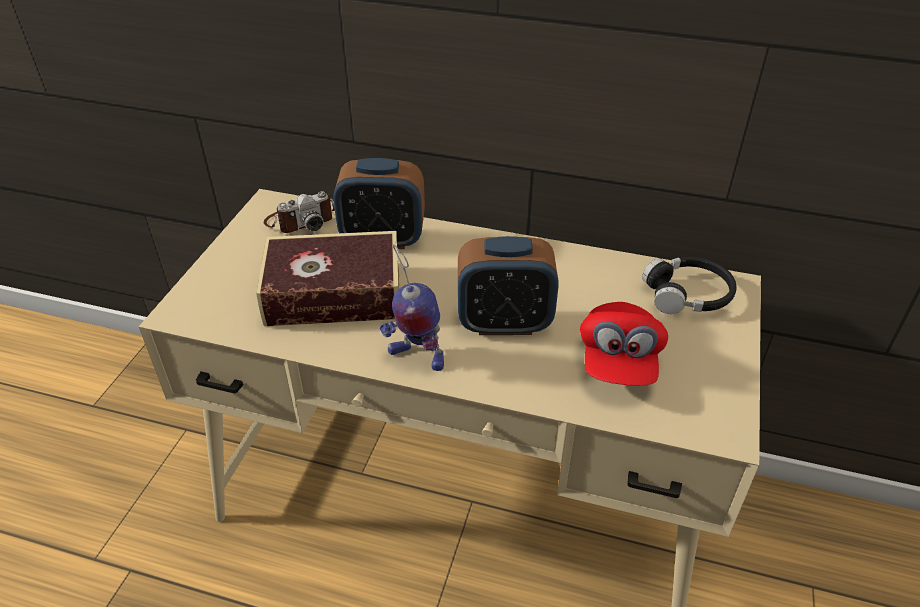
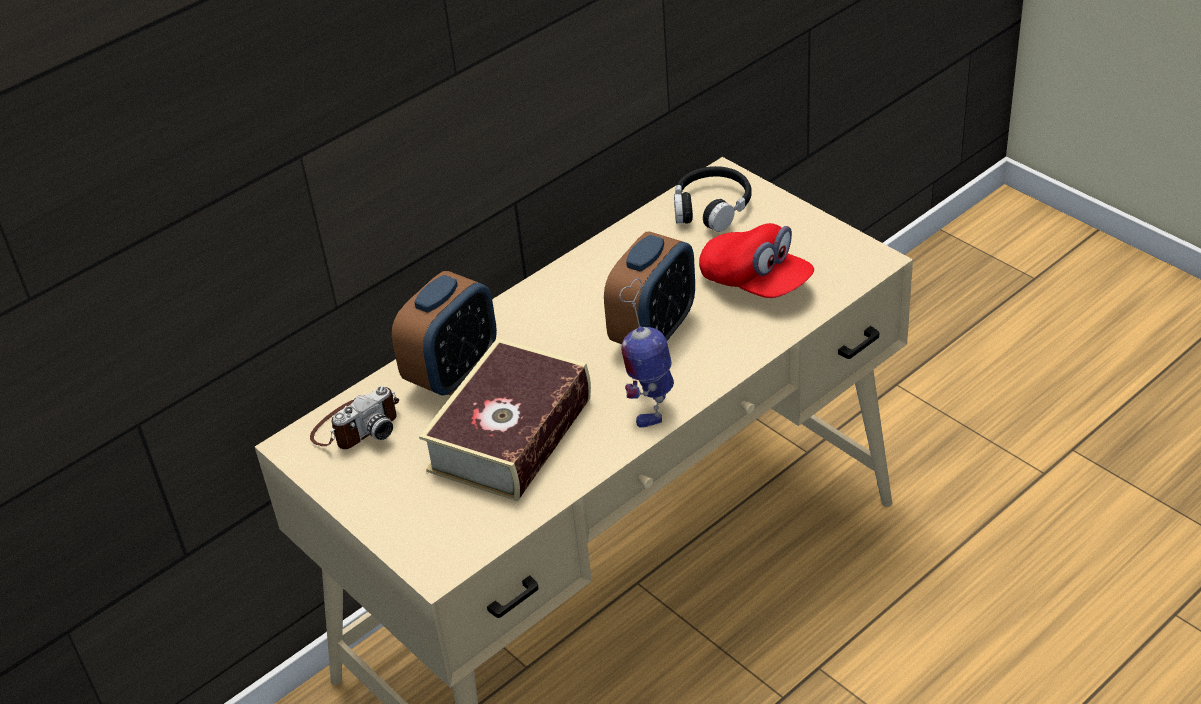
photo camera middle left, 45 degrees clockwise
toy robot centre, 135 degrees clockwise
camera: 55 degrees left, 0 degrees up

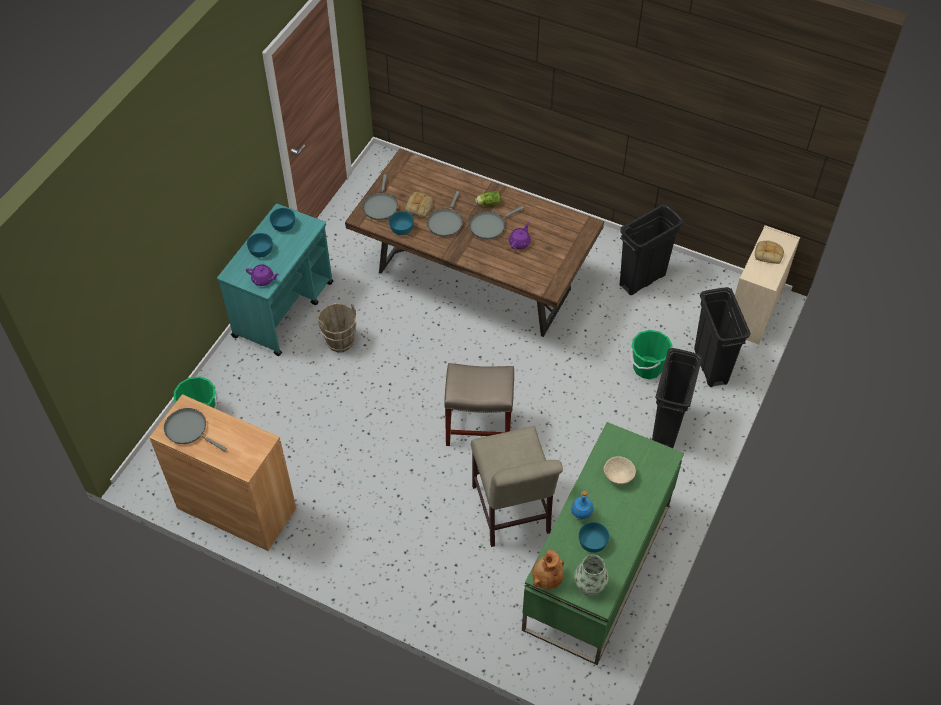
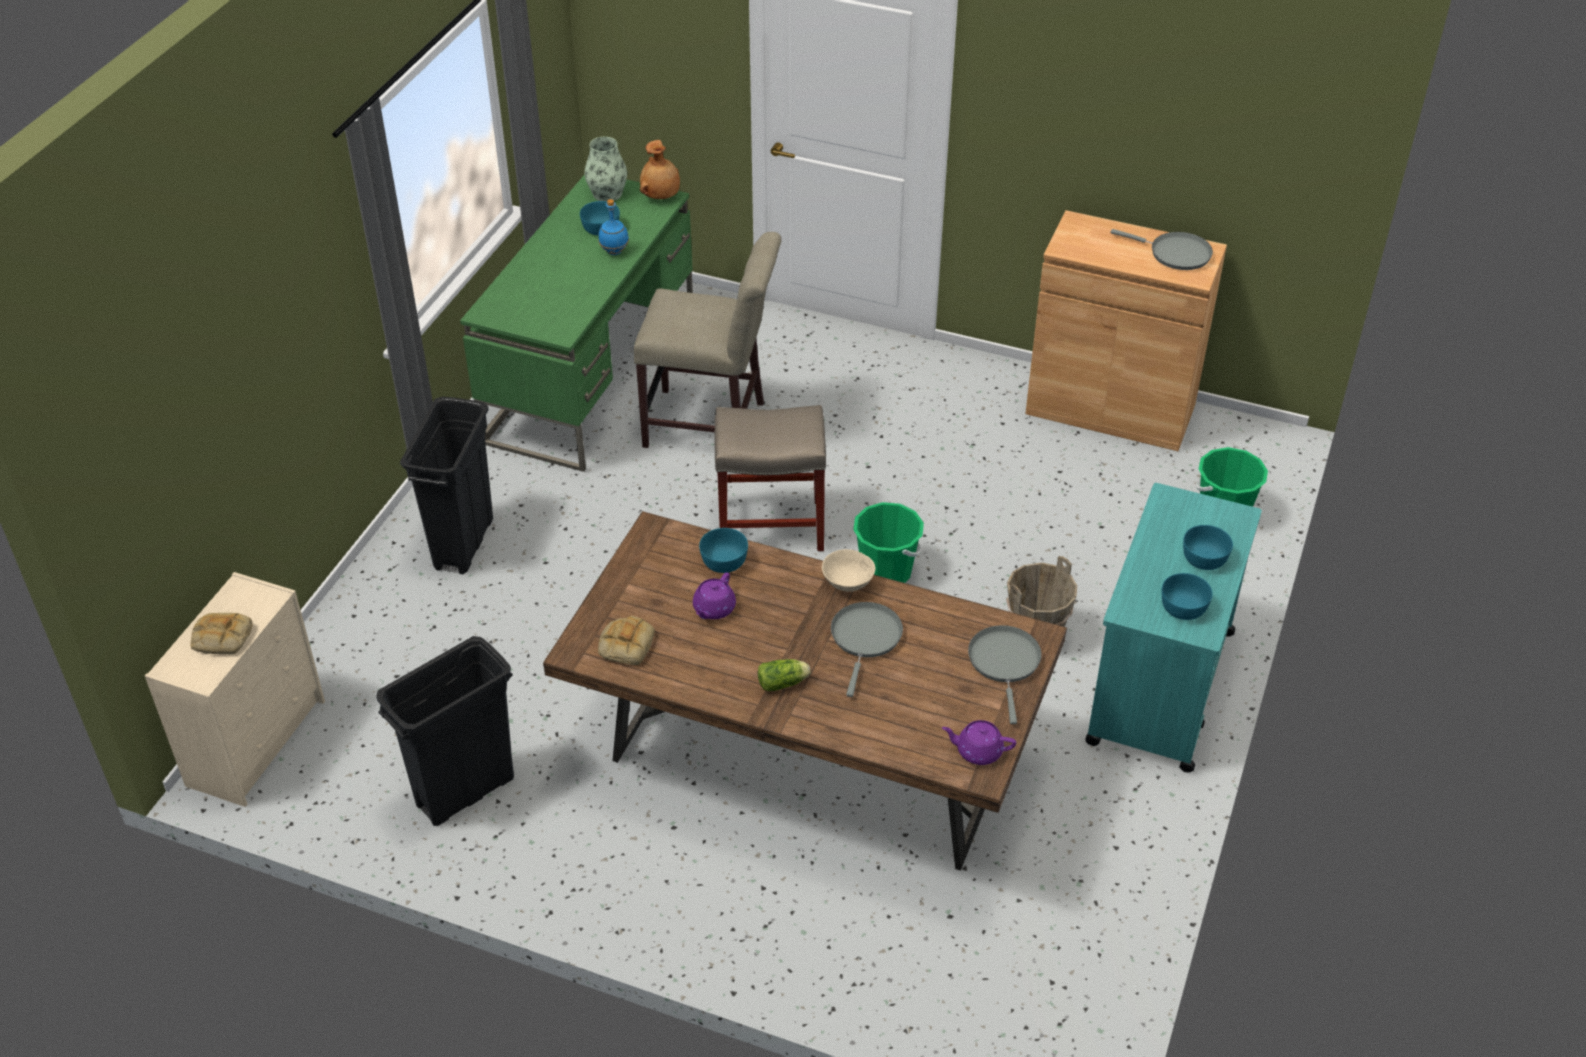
skillet/greyish (no. 4 from left) top centre => nothing
rubbish bin/black (no. 3 from left) middle right => nothing
tea pot/purple (no. 1 from left in the first image) middle left => tea pot/purple (no. 2 from left) bottom centre, relocated
deep dish/turquoise (no. 3 from left in the first image) top centre => deep dish/turquoise (no. 2 from left) centre, relocated
bakery bread (no. 1 from left in the first image) top centre => bakery bread (no. 2 from left) centre, relocated
deep dish/sand-coloured bottom centre => deep dish/sand-coloured centre, relocated
water bucket/green (no. 2 from left in the first image) middle right => water bucket/green (no. 1 from left) centre, relocated
upright chair/sand-coloured bottom centre => upright chair/sand-coloured top centre, 120 degrees clockwise
camera: 175 degrees right, 10 degrees down

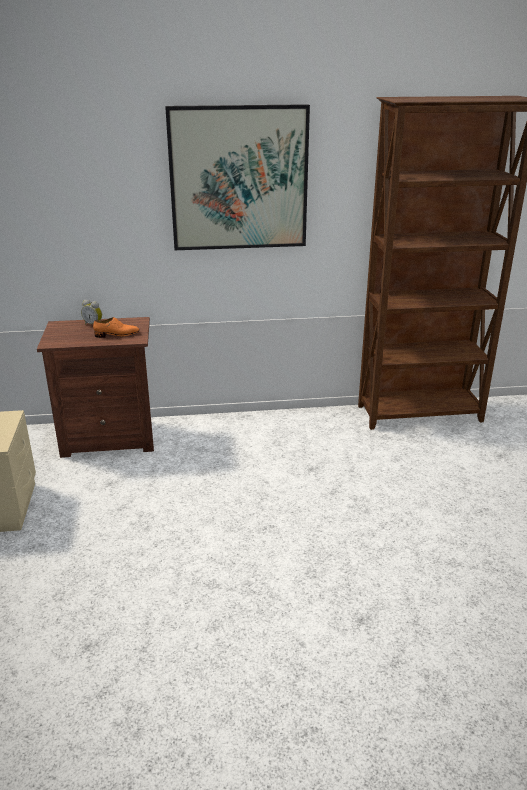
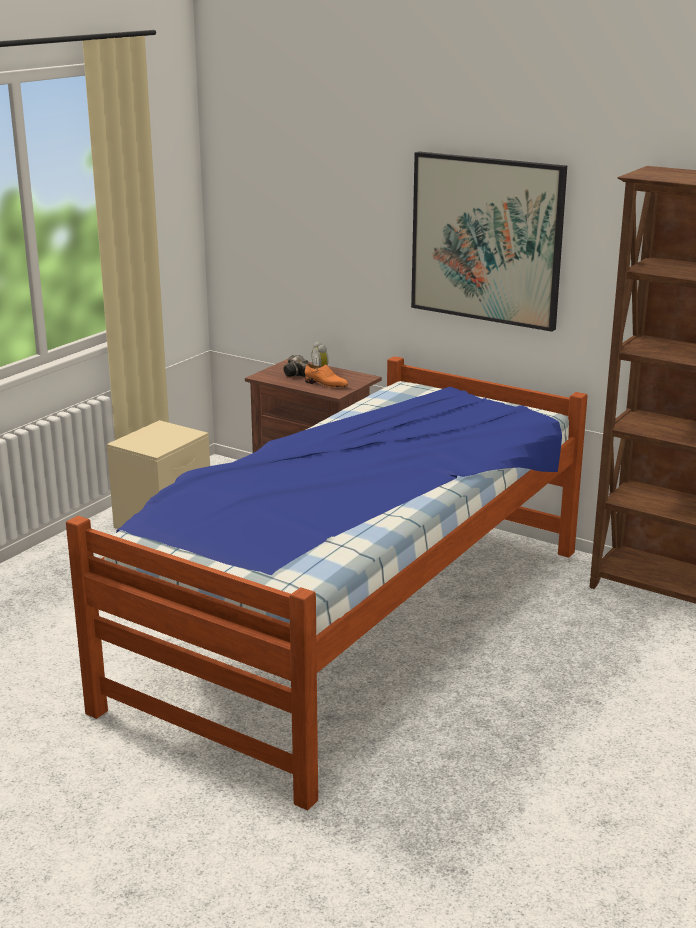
nothing => bed centre
nothing => photo camera centre
camera: 40 degrees right, 5 degrees down

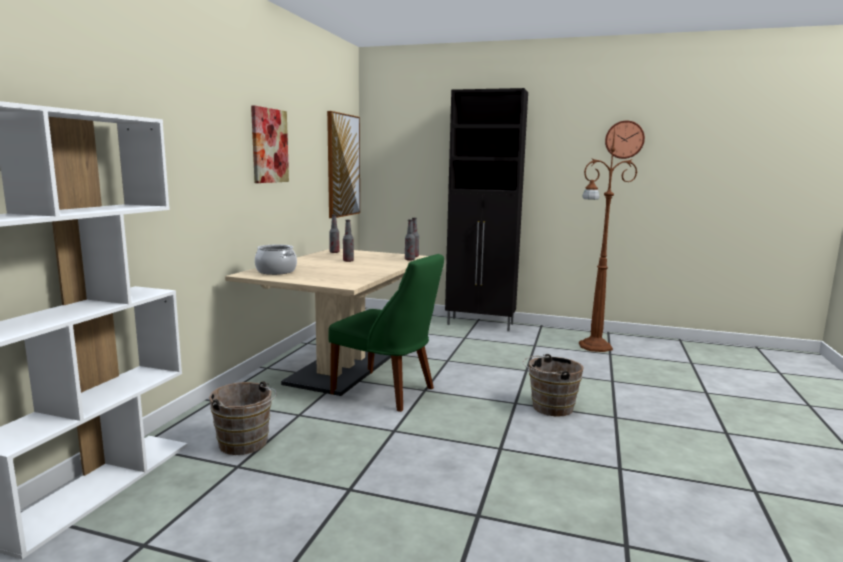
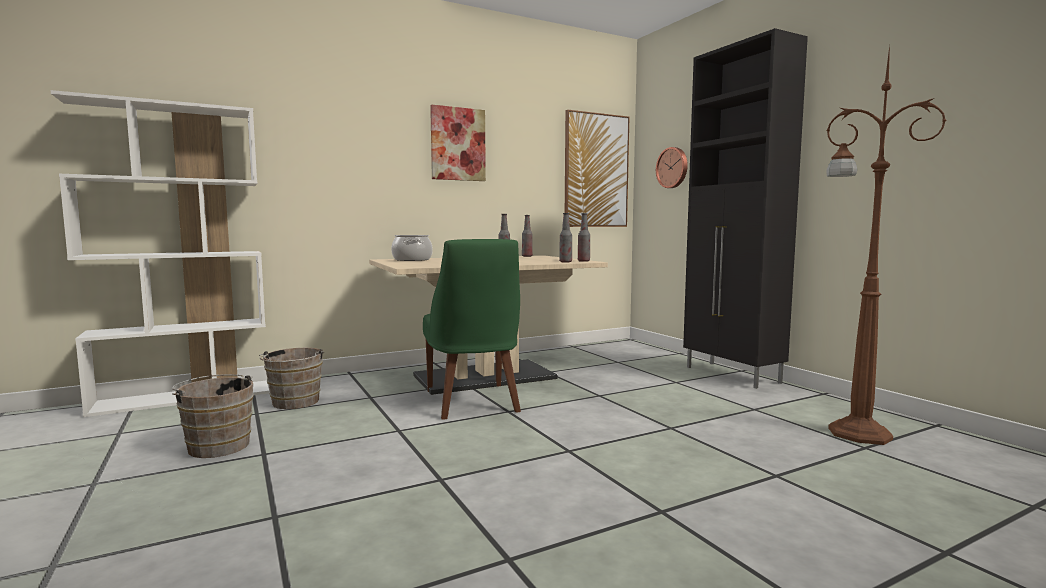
water bucket/brown (no. 2 from left in the first image) bottom centre => water bucket/brown (no. 1 from left) bottom left, relocated
wall clock top right => wall clock top centre, relocated
camera: 45 degrees right, 5 degrees down

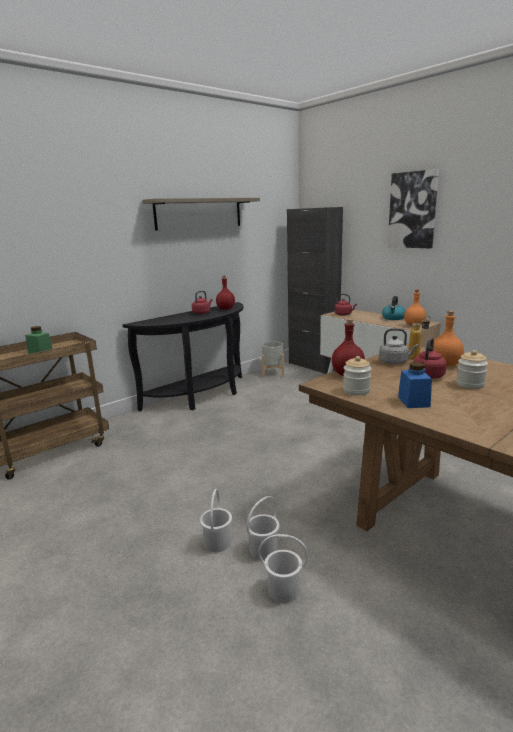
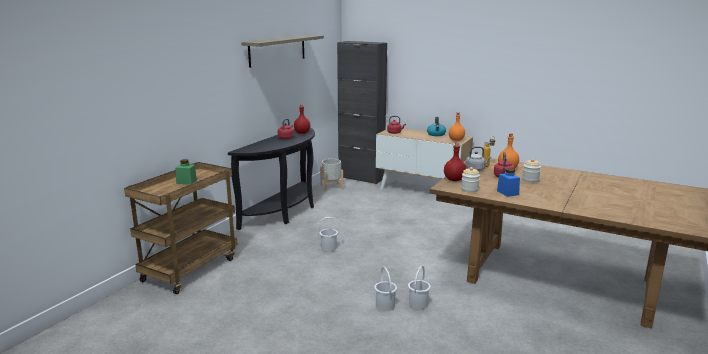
picture top right => nothing
water bucket/white (no. 3 from left in the first image) bottom centre => water bucket/white (no. 1 from left) centre, relocated
camera: 20 degrees left, 0 degrees up

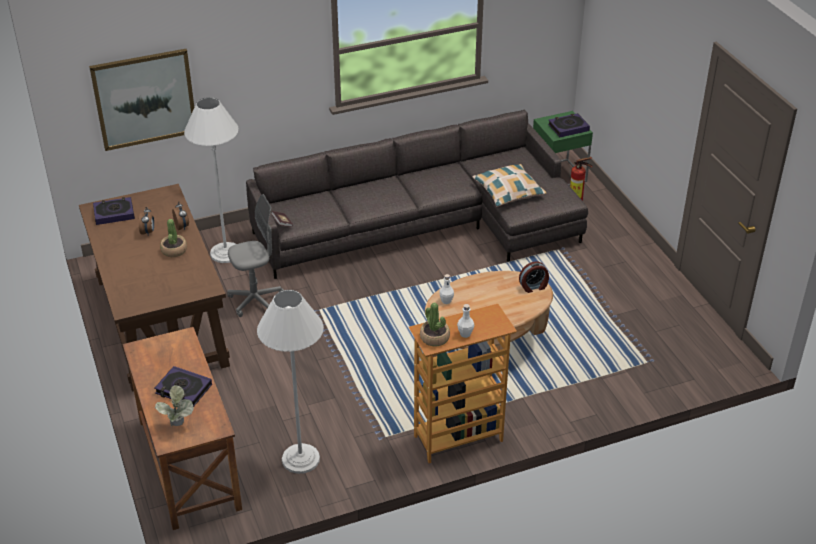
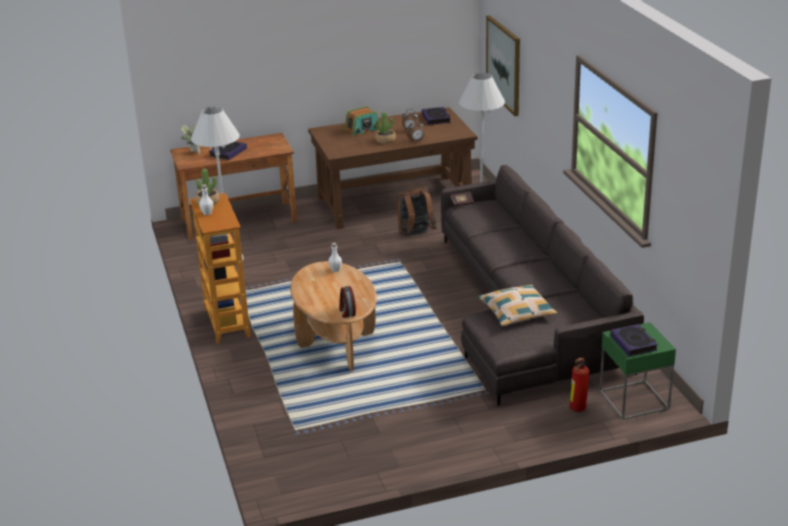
nothing => radio top centre
computer chair/greyish middle left => backpack/brown centre
camera: 95 degrees right, 10 degrees down

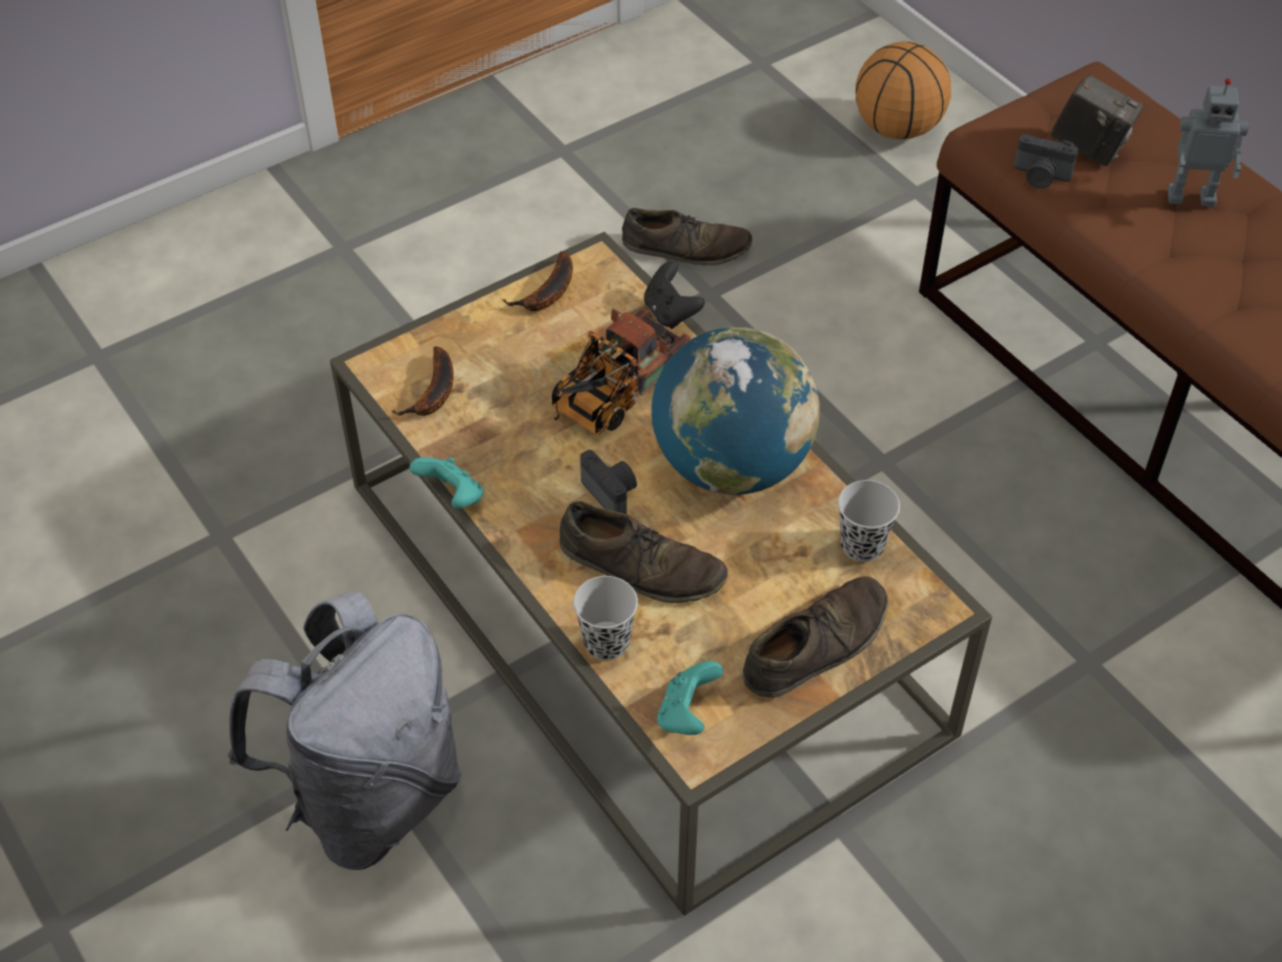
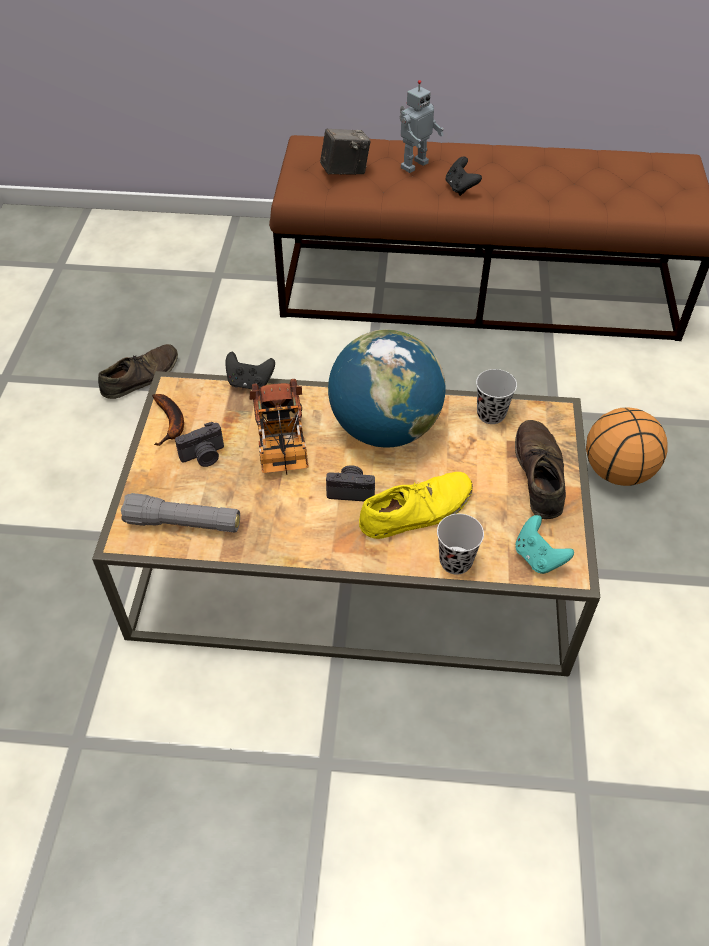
backpack/greyish bottom left => nothing
gamepad/turquoise (no. 1 from left) centre => nothing
nothing => gamepad/black (no. 2 from left) top centre
ball for basketball top right => ball for basketball middle right, relocated
photo camera (no. 2 from left in the first image) top right => photo camera (no. 1 from left) middle left, relocated
banana (no. 1 from left) middle left => flashlight/greyish middle left
item of footwear/brown (no. 1 from left) centre => item of footwear/yellow centre
camera: 50 degrees left, 0 degrees up

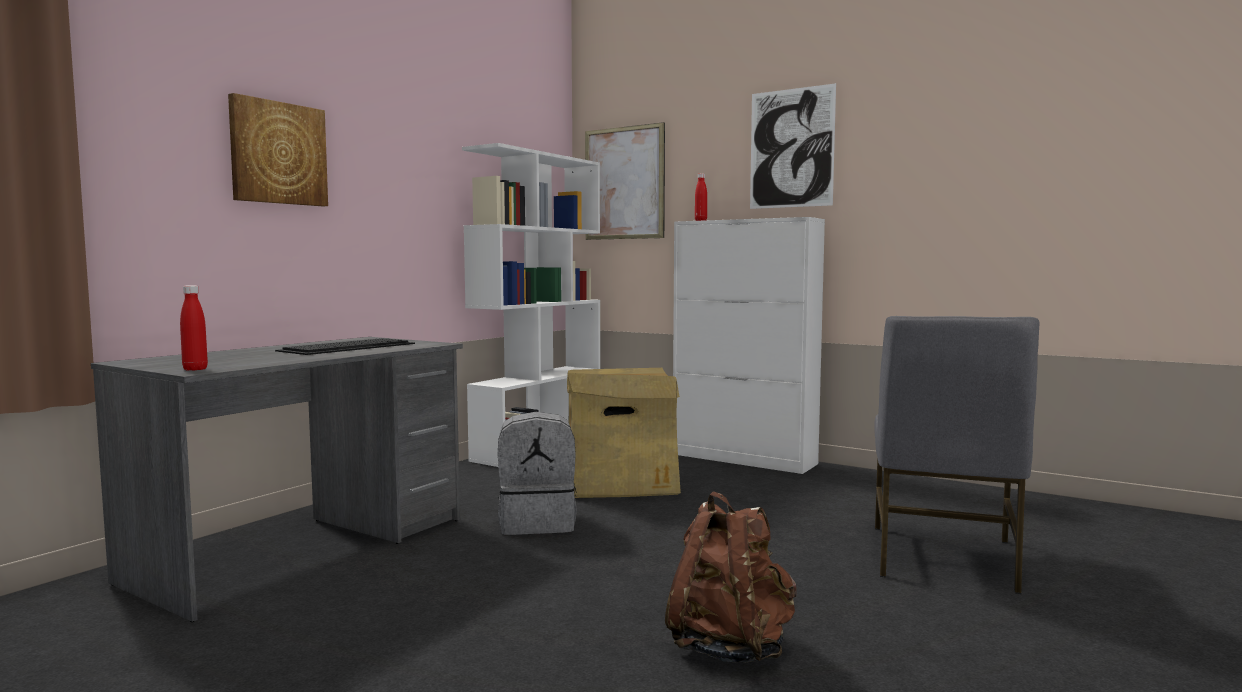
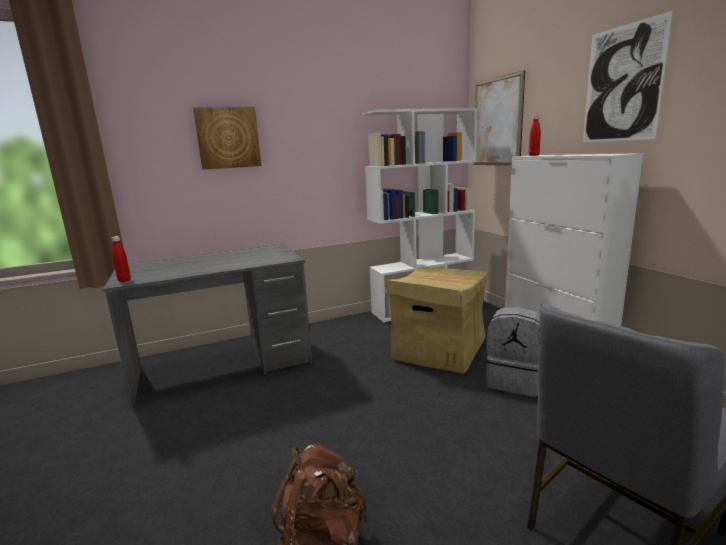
keyboard middle left => nothing
backpack/greyish bottom centre => backpack/greyish middle right, relocated
camera: 35 degrees right, 10 degrees up

